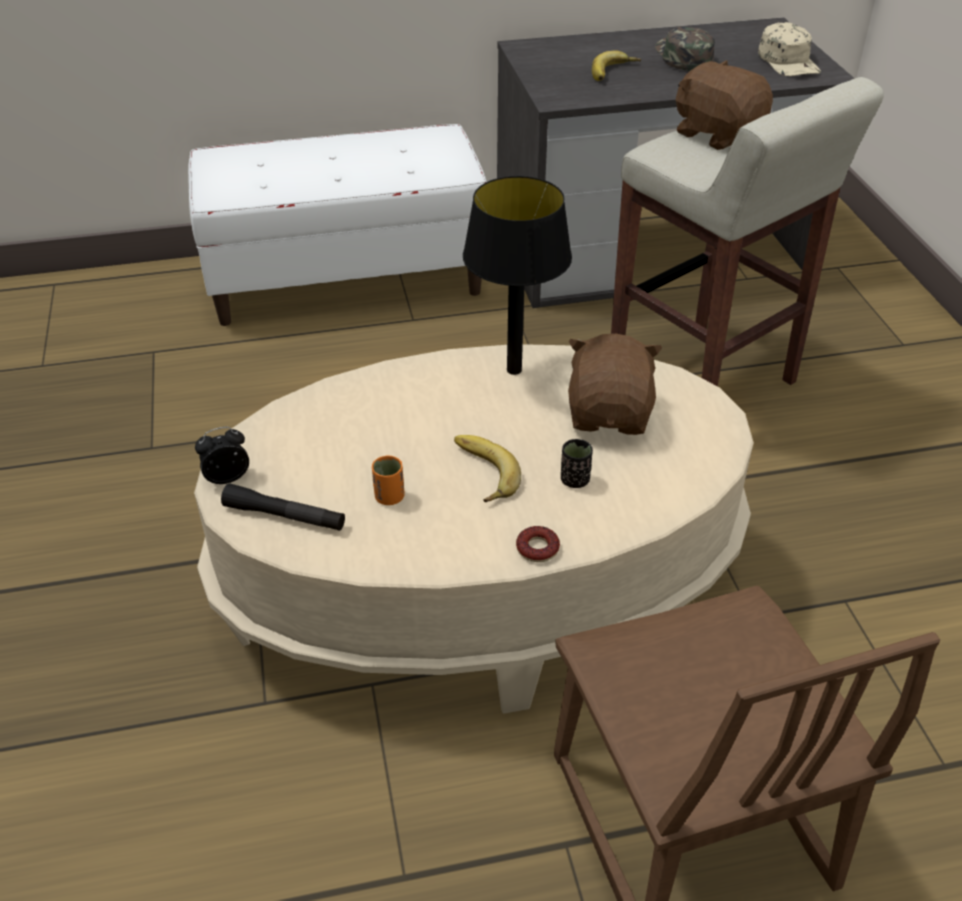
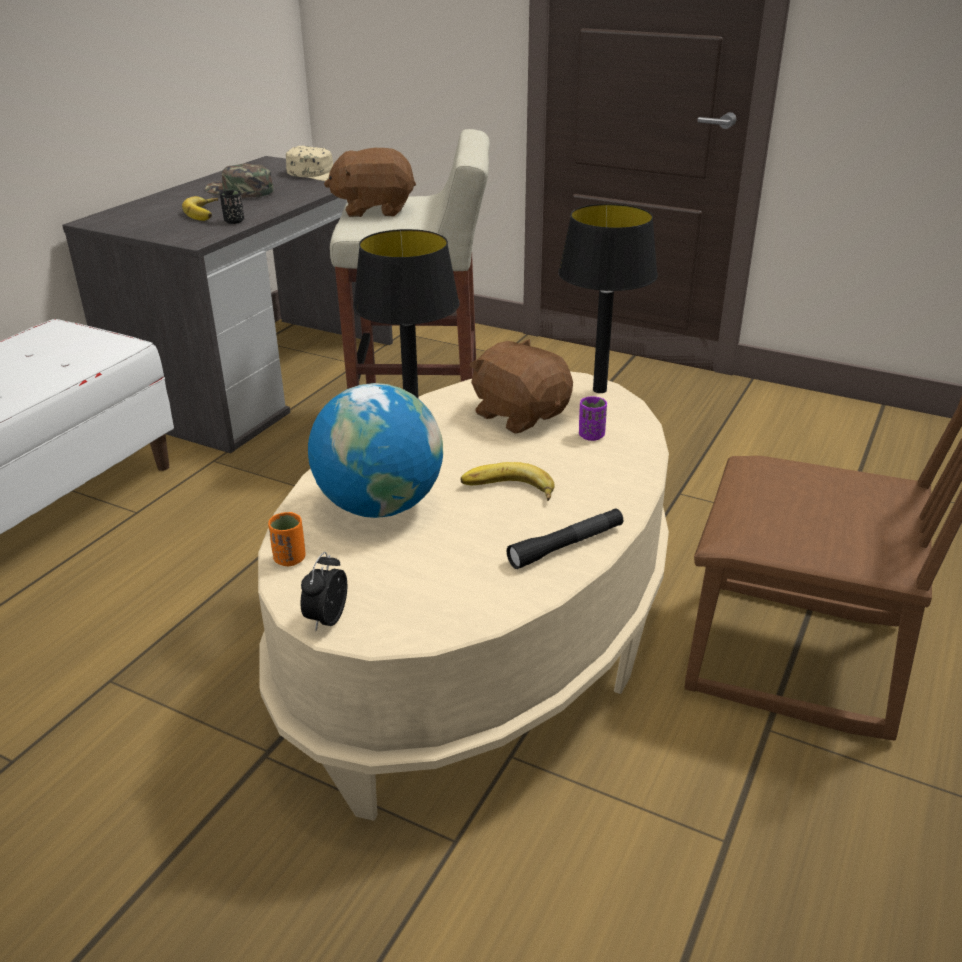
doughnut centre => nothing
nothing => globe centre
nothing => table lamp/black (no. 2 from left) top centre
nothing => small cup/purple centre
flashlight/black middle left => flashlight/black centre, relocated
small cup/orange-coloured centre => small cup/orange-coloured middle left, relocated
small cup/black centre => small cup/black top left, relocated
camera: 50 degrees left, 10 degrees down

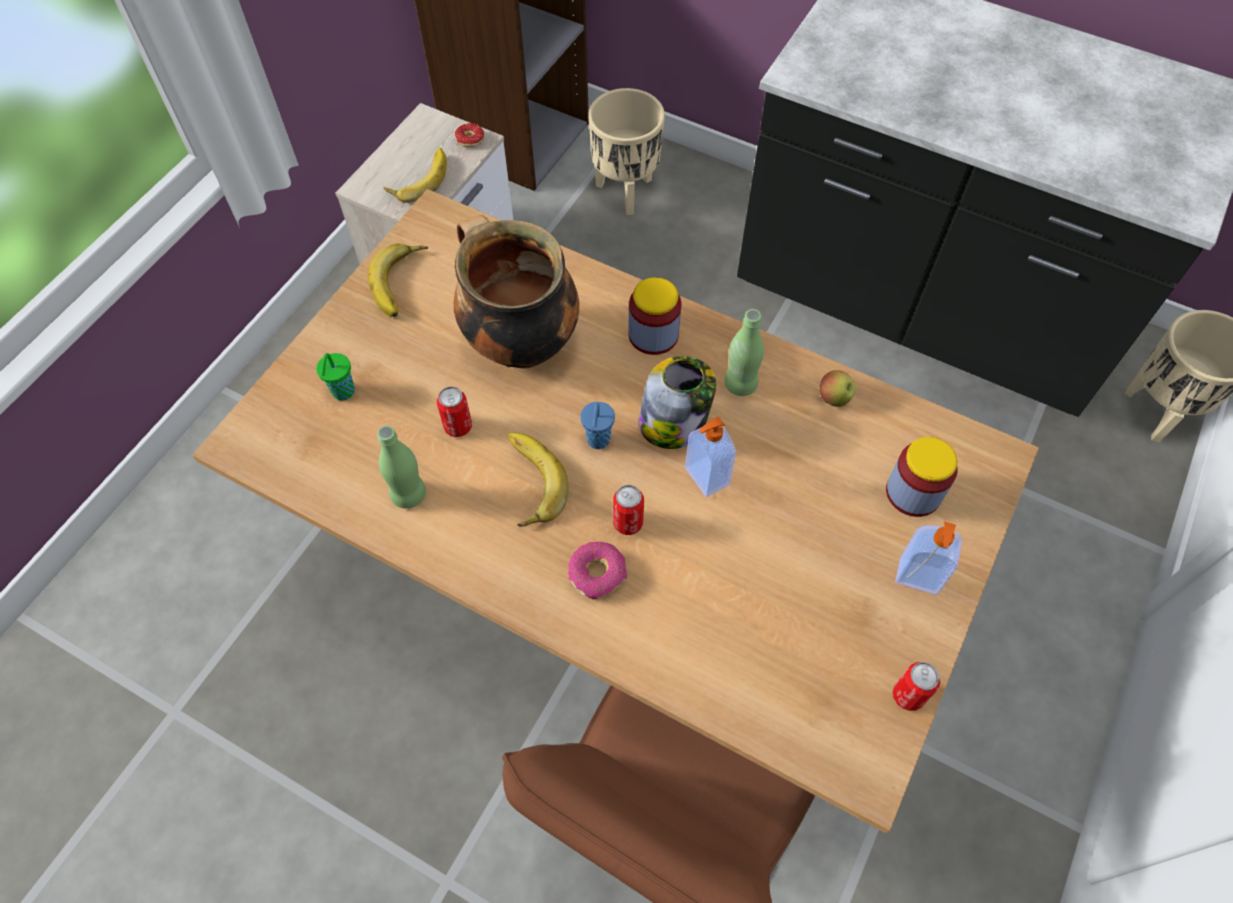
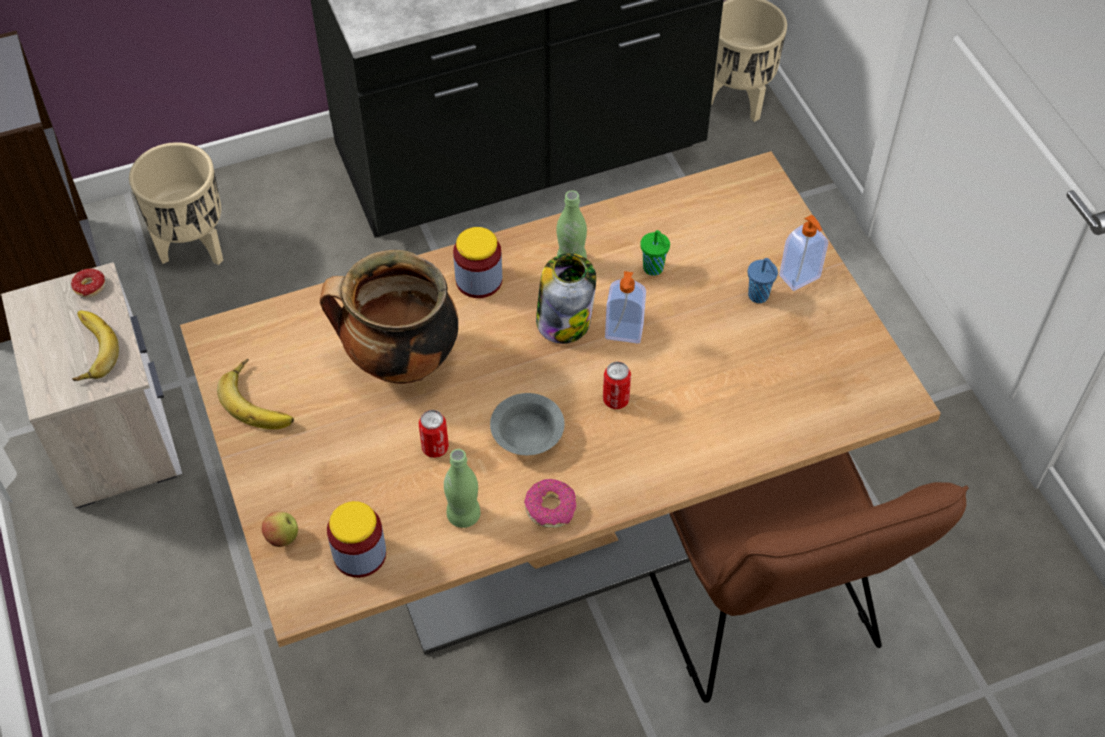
metal can (no. 3 from left) bottom right => nothing
small cup/green middle left => small cup/green centre, relocated
doughnut (no. 2 from left) centre => doughnut (no. 2 from left) bottom centre, relocated
small cup/blue centre => small cup/blue middle right, relocated
whole apple middle right => whole apple bottom left, relocated
storage jar (no. 3 from left in the first image) middle right => storage jar (no. 1 from left) bottom left, relocated
banana (no. 3 from left) centre => deep dish/greyish centre
camera: 50 degrees left, 5 degrees down

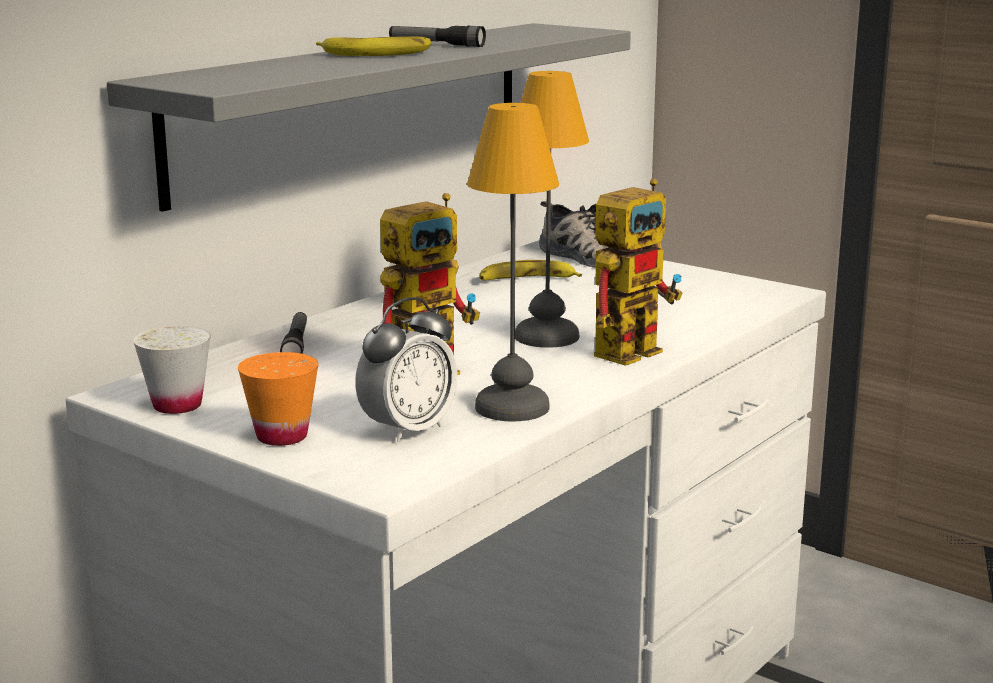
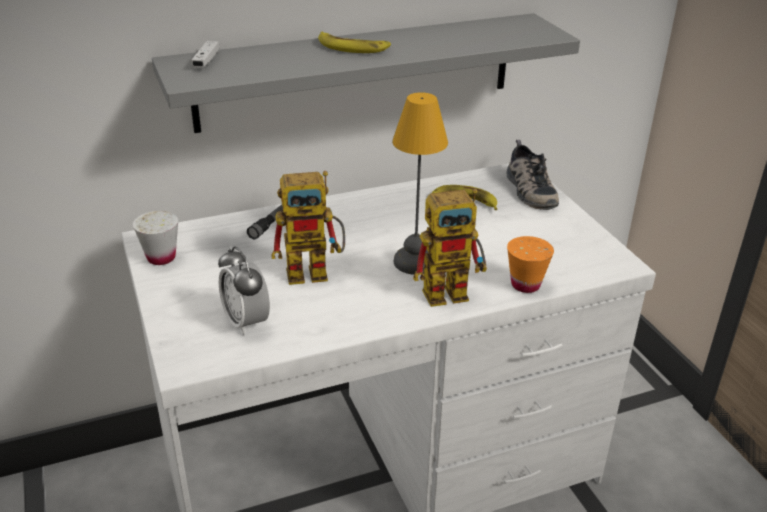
flashlight (no. 2 from left) top centre => nothing
table lamp (no. 1 from left) centre => nothing
nothing => gamepad/white top left
small cup/orange-coloured middle left => small cup/orange-coloured middle right, relocated
alarm clock centre => alarm clock middle left, 75 degrees clockwise
camera: 30 degrees right, 15 degrees up

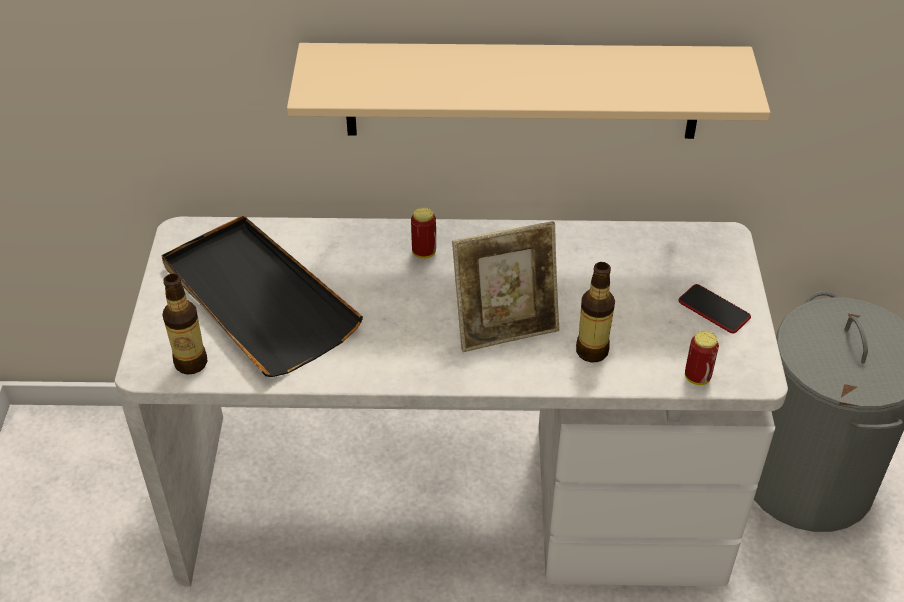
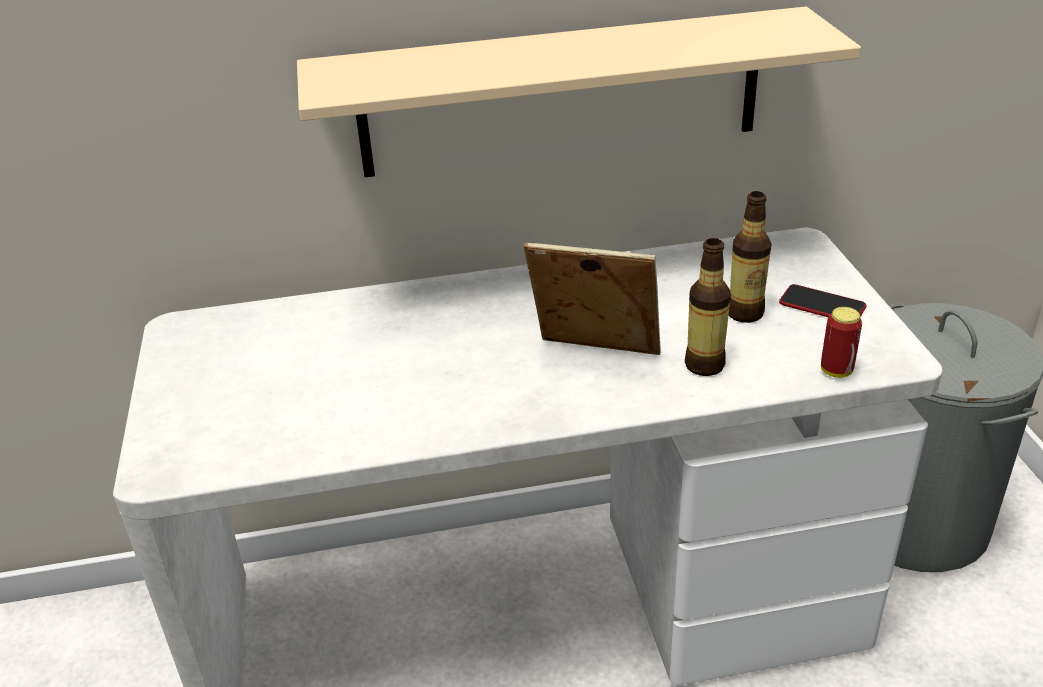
carrying tray/black middle left => nothing
metal can (no. 1 from left) centre => nothing
bottle (no. 1 from left in the first image) middle left => bottle (no. 2 from left) middle right, relocated
photo frame centre, 135 degrees counterclockwise
camera: 10 degrees left, 10 degrees down

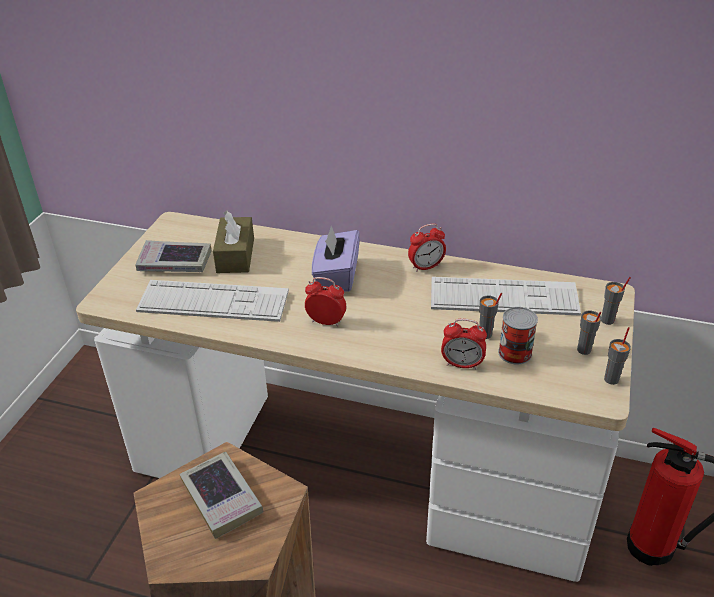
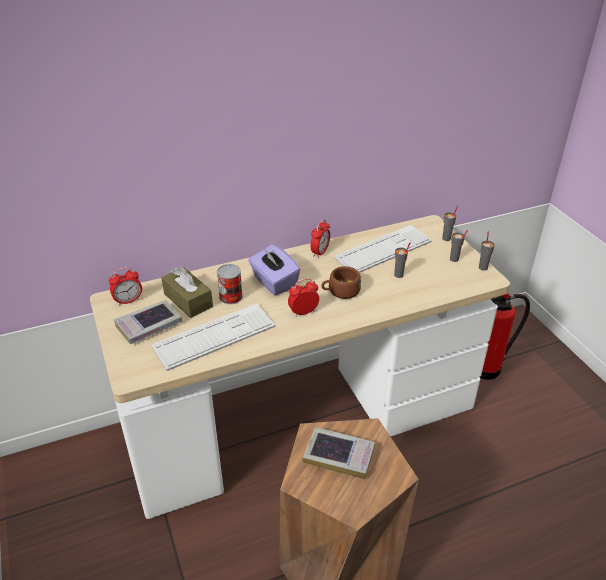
nothing => small cup/brown centre
alarm clock (no. 3 from left in the first image) centre => alarm clock (no. 1 from left) middle left, relocated
metal can middle right => metal can centre, relocated
camera: 40 degrees left, 0 degrees up

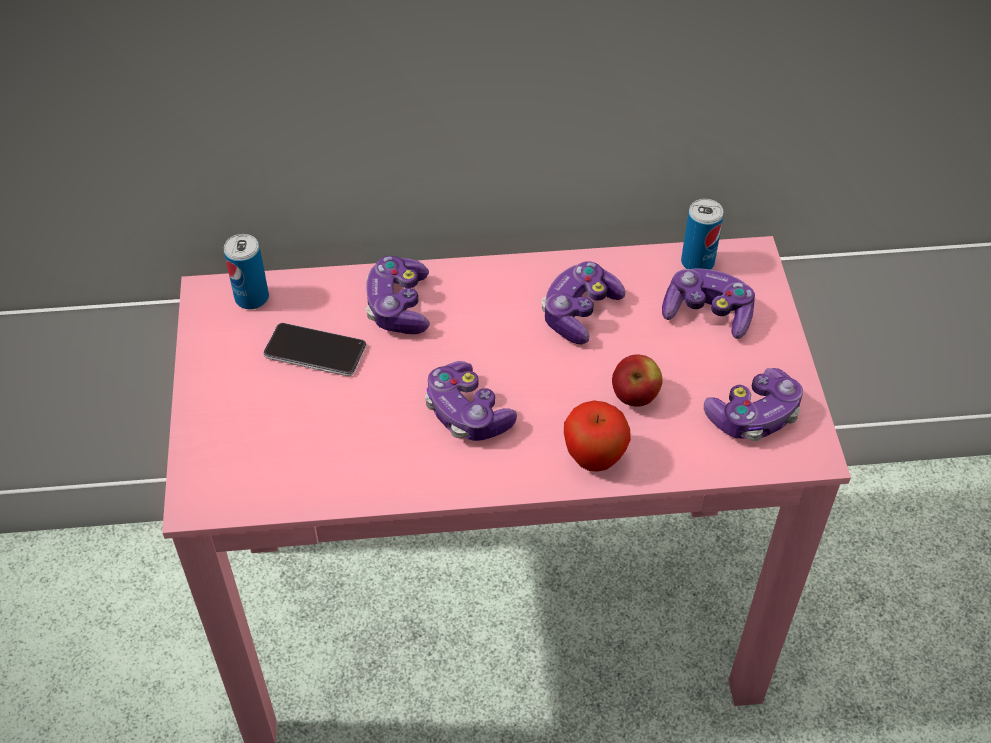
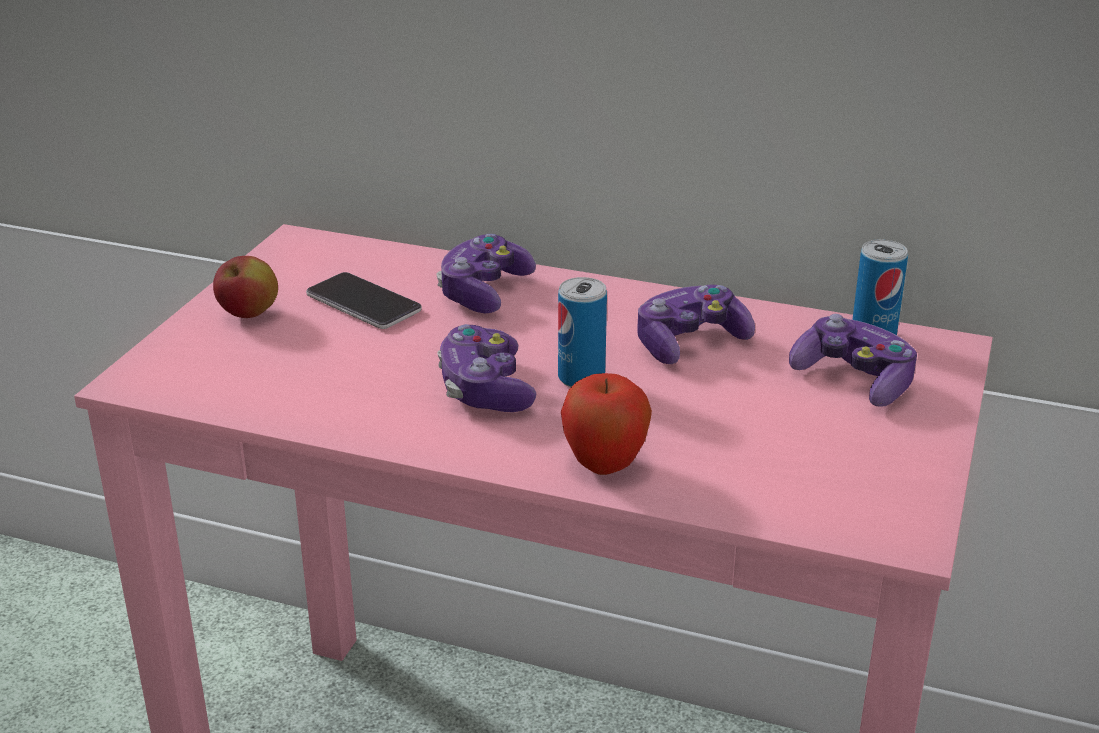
gamepad (no. 5 from left) middle right => nothing
metal can (no. 1 from left) middle left => metal can (no. 1 from left) centre, relocated
whole apple (no. 2 from left in the first image) centre => whole apple (no. 1 from left) middle left, relocated
camera: 25 degrees right, 20 degrees down

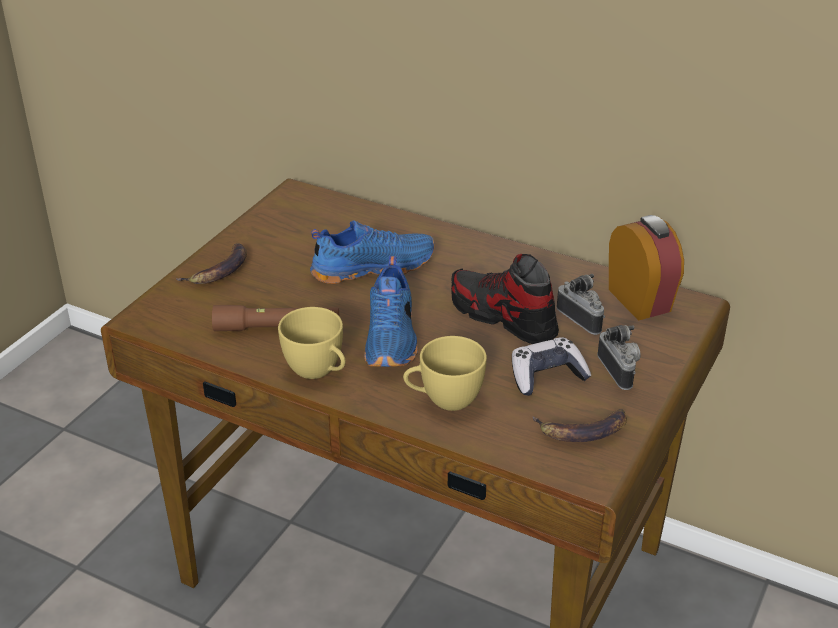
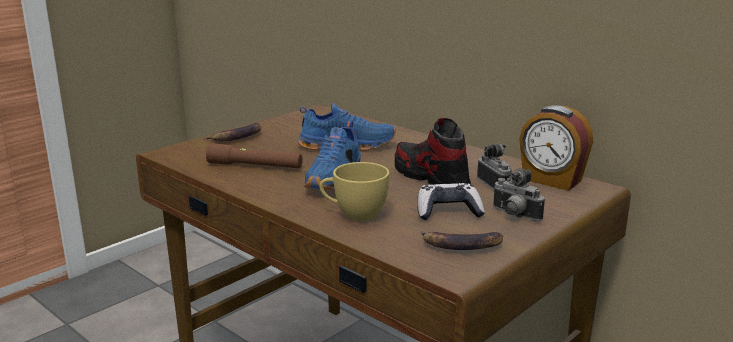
small cup/yellow (no. 1 from left) centre => nothing
photo camera (no. 2 from left) middle right, 135 degrees clockwise
alarm clock middle right, 135 degrees clockwise
camera: 15 degrees right, 15 degrees down

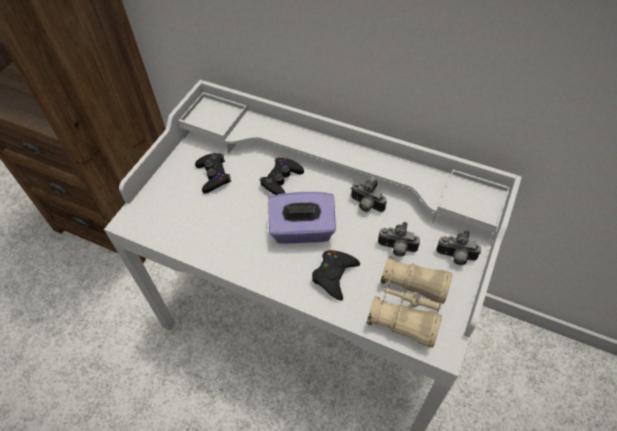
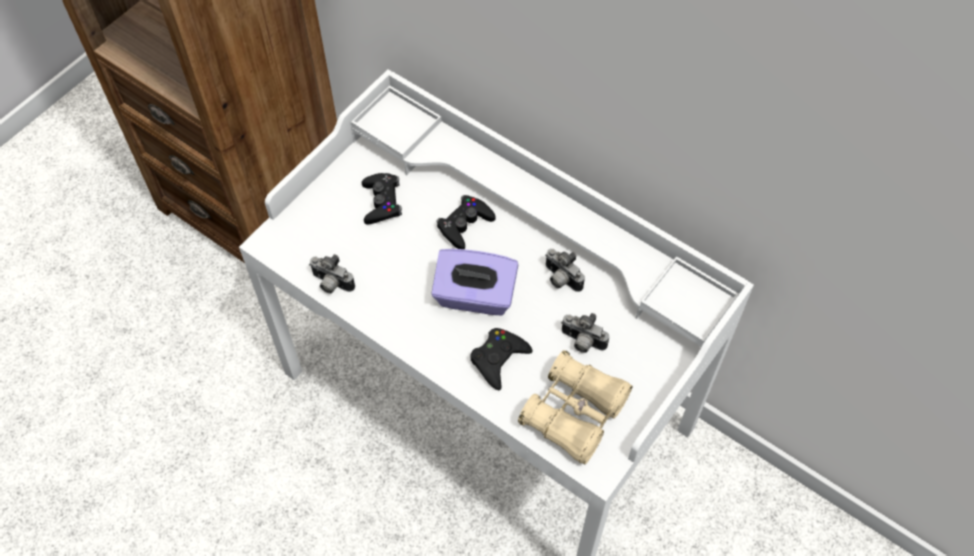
photo camera (no. 3 from left in the first image) middle right => photo camera (no. 1 from left) centre, relocated
camera: 10 degrees right, 5 degrees up

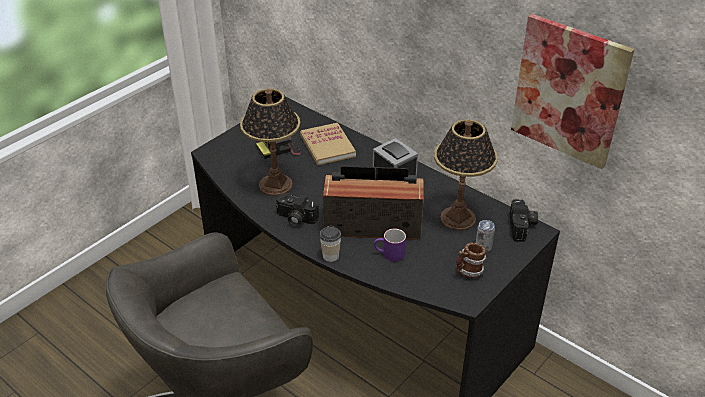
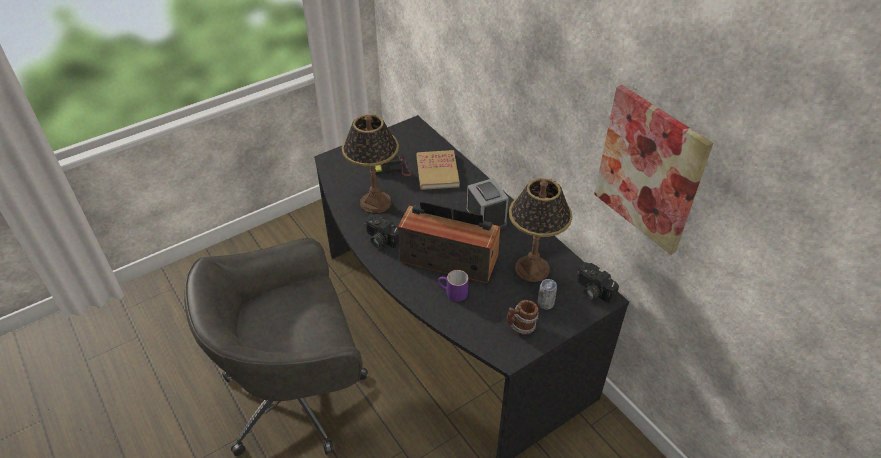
small cup centre => nothing
photo camera (no. 3 from left) middle right, 120 degrees clockwise
camera: 15 degrees right, 5 degrees up

